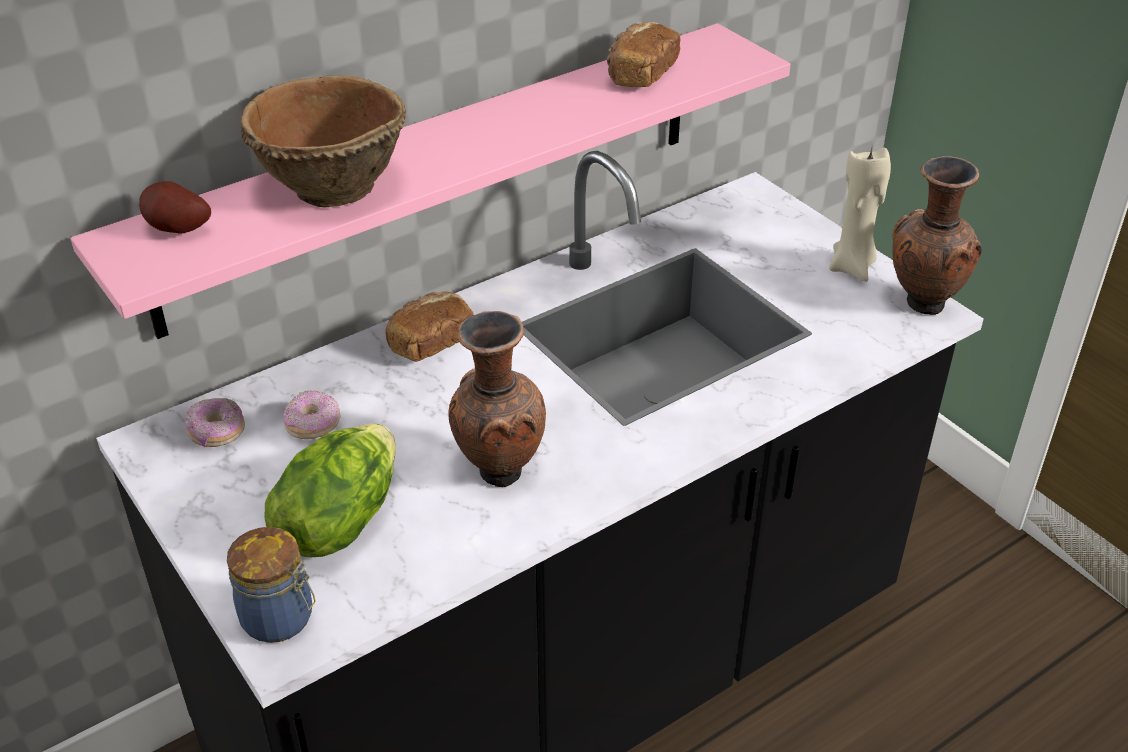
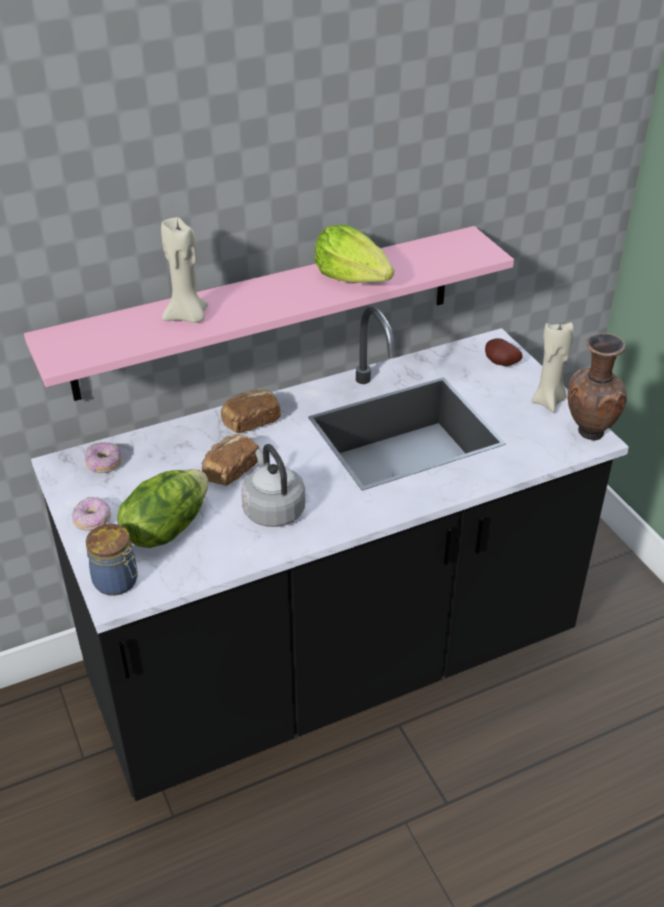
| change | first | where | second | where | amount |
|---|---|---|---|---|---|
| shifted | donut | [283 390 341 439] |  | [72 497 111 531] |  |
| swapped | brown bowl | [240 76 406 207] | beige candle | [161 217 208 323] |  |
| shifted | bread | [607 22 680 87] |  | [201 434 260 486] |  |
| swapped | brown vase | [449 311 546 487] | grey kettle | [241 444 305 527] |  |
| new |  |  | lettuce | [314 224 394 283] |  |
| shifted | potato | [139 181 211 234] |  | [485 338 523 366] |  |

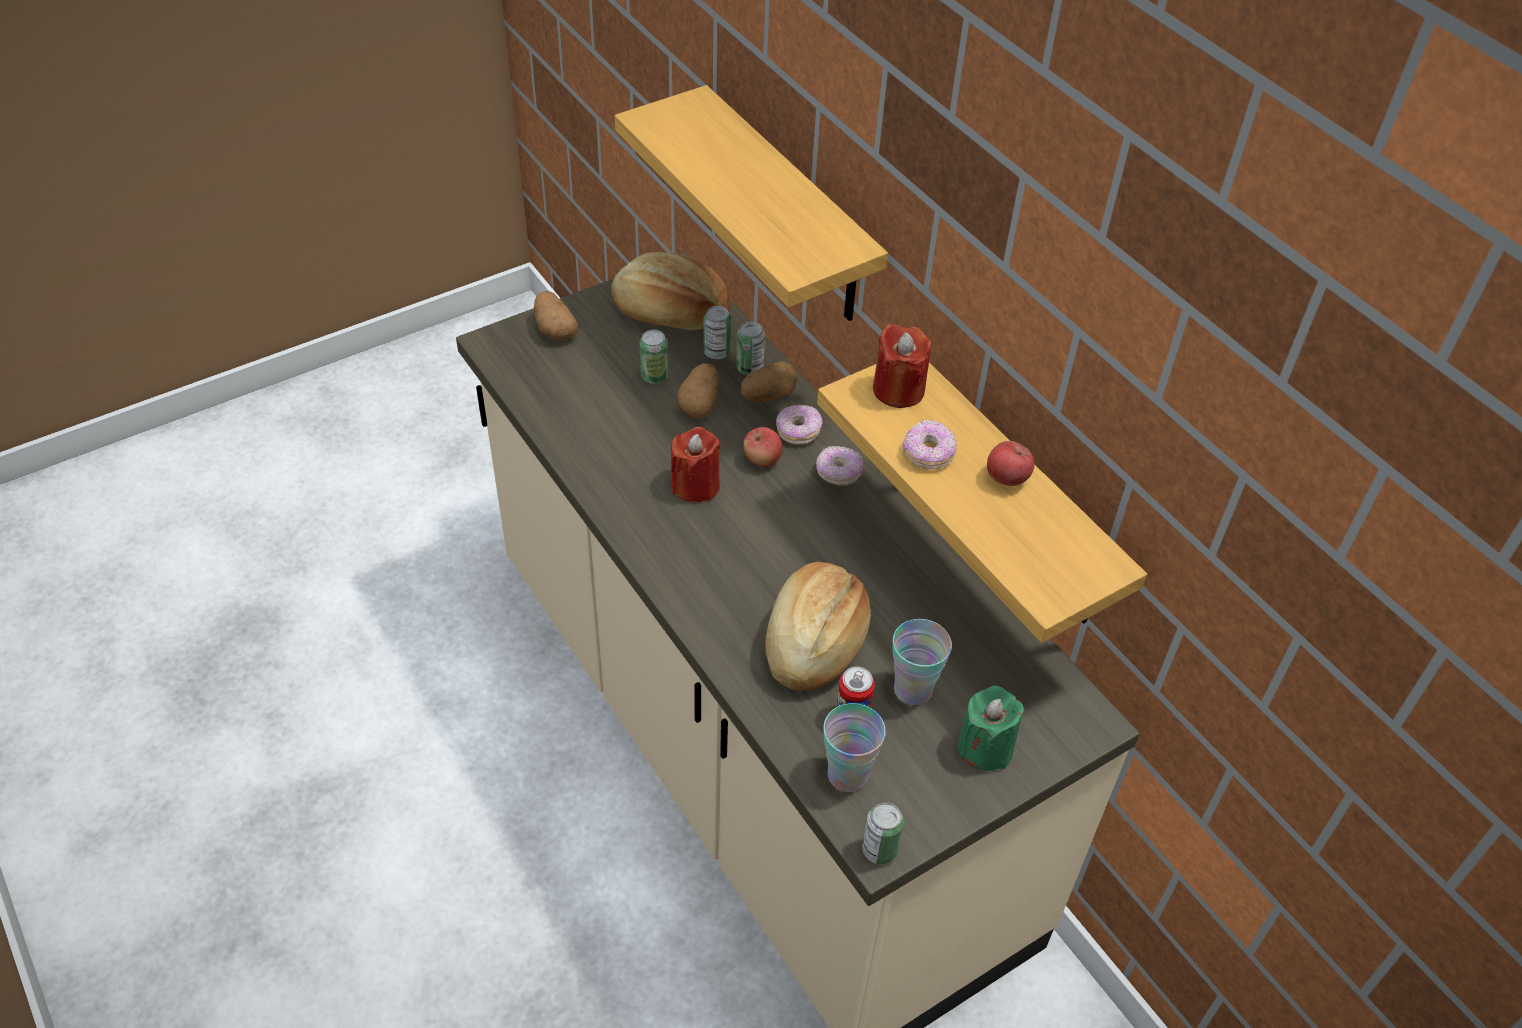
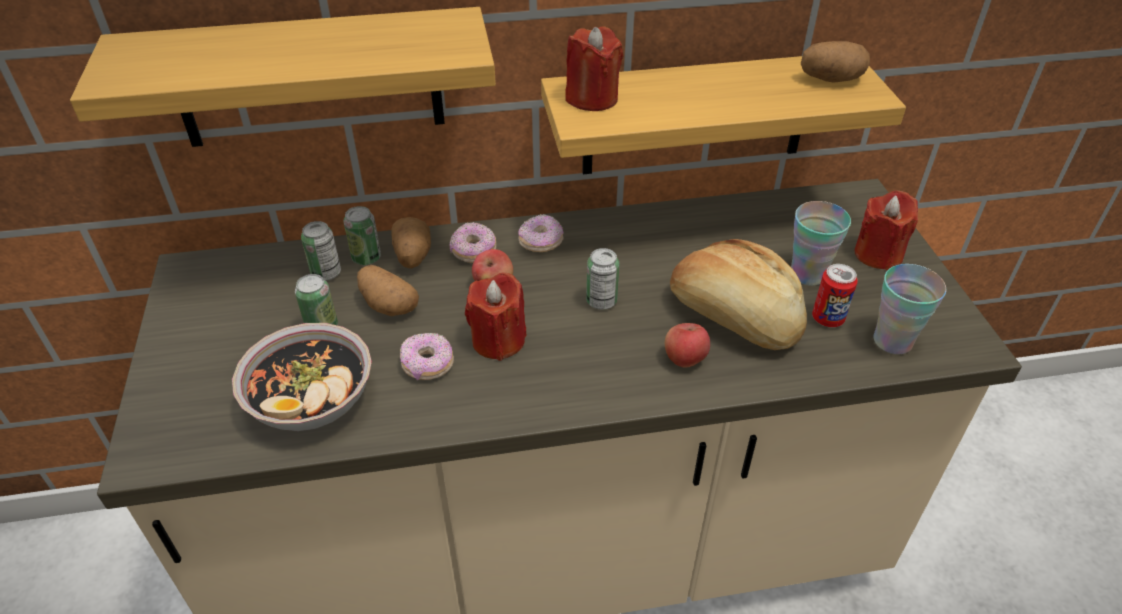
| change | first | where | second | where | amount |
|---|---|---|---|---|---|
| new |  |  | bowl | [232 323 372 431] |  |
| shifted | donut | [903 420 957 469] |  | [400 333 454 380] |  |
| shifted | can | [862 802 904 864] |  | [586 248 619 310] |  |
| shifted | apple | [987 441 1035 486] |  | [665 323 710 367] |  |
| shifted | potato | [533 291 578 340] |  | [801 41 870 83] |  |
| repainted | green candle | [958 686 1025 771] | red candle | [854 191 918 270] |  |
| gone | bread | [612 252 731 330] |  |  |  |

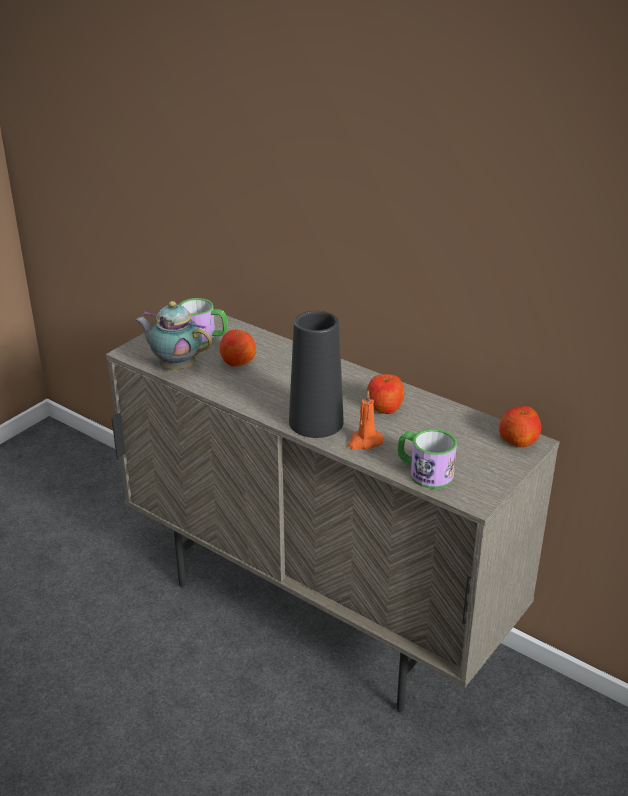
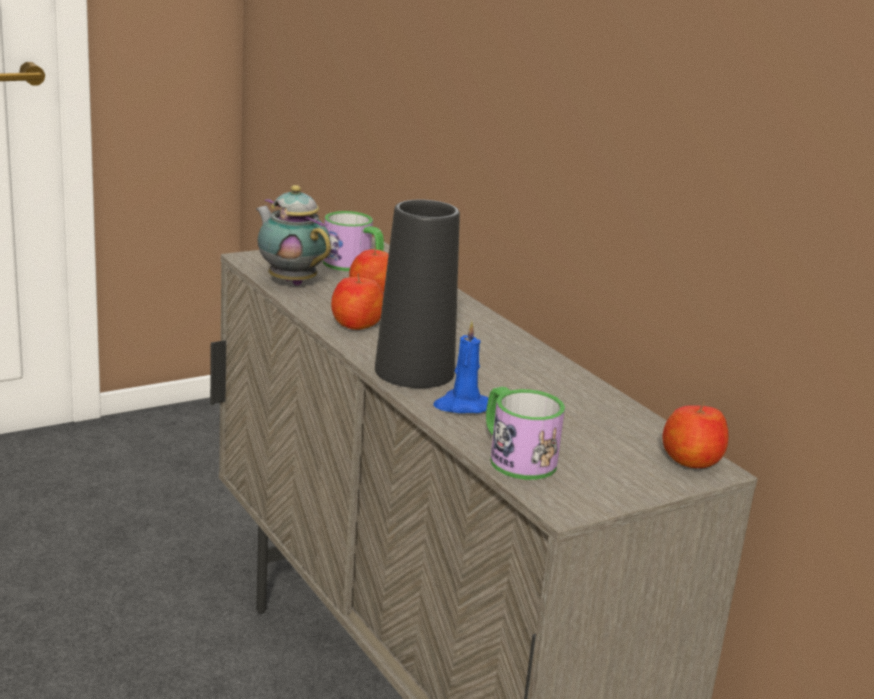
| change | first | where | second | where | amount |
|---|---|---|---|---|---|
| shifted | apple | [367 374 405 414] |  | [331 273 384 330] |  |
| repainted | orange candle | [348 391 384 450] | blue candle | [433 321 488 413] |  |

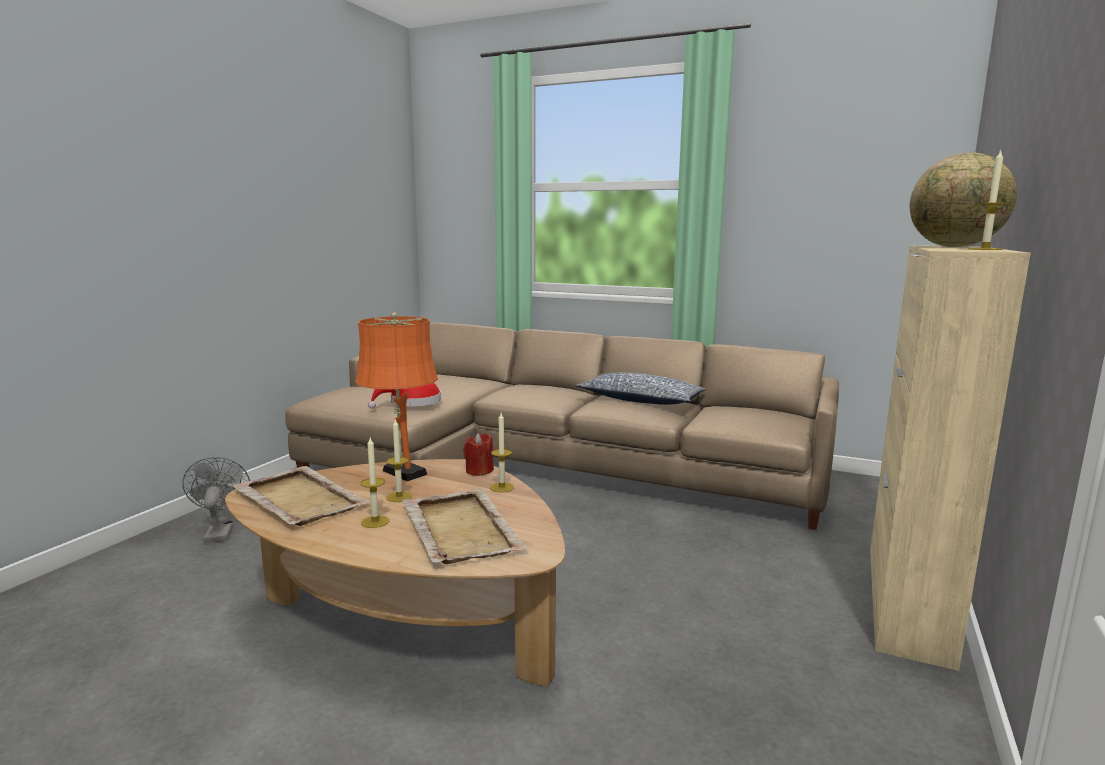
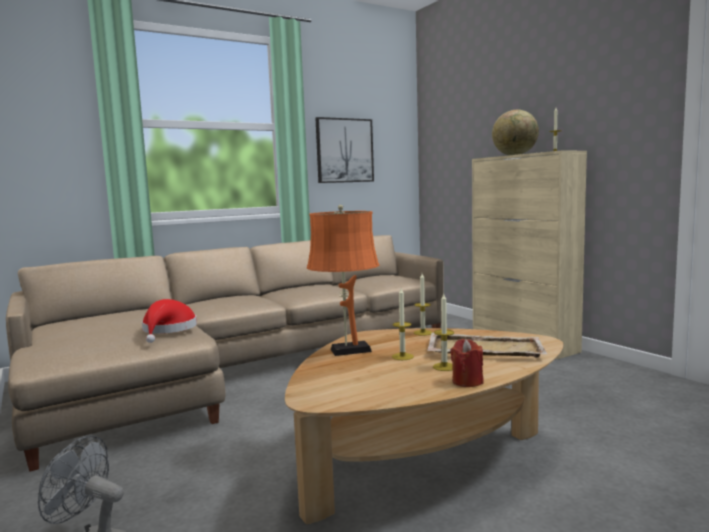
| change | first | where | second | where | amount |
|---|---|---|---|---|---|
| new |  |  | picture | [315 117 374 183] |  |
| shifted | red candle | [463 433 494 476] |  | [450 339 483 387] |  |
| gone | beige tray | [231 466 371 526] |  |  |  |
| gone | pillow | [576 372 706 405] |  |  |  |

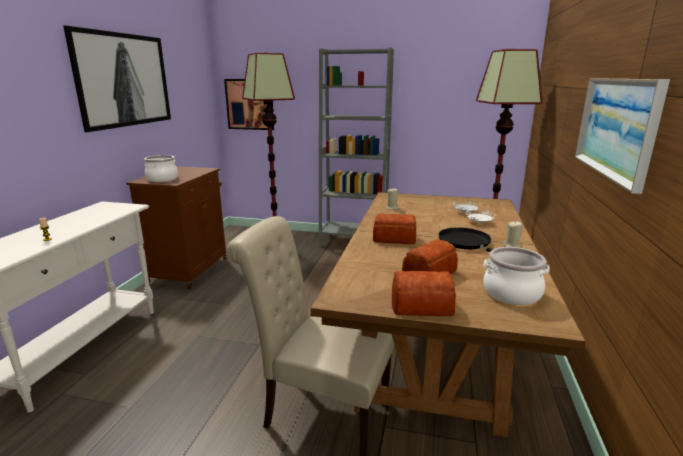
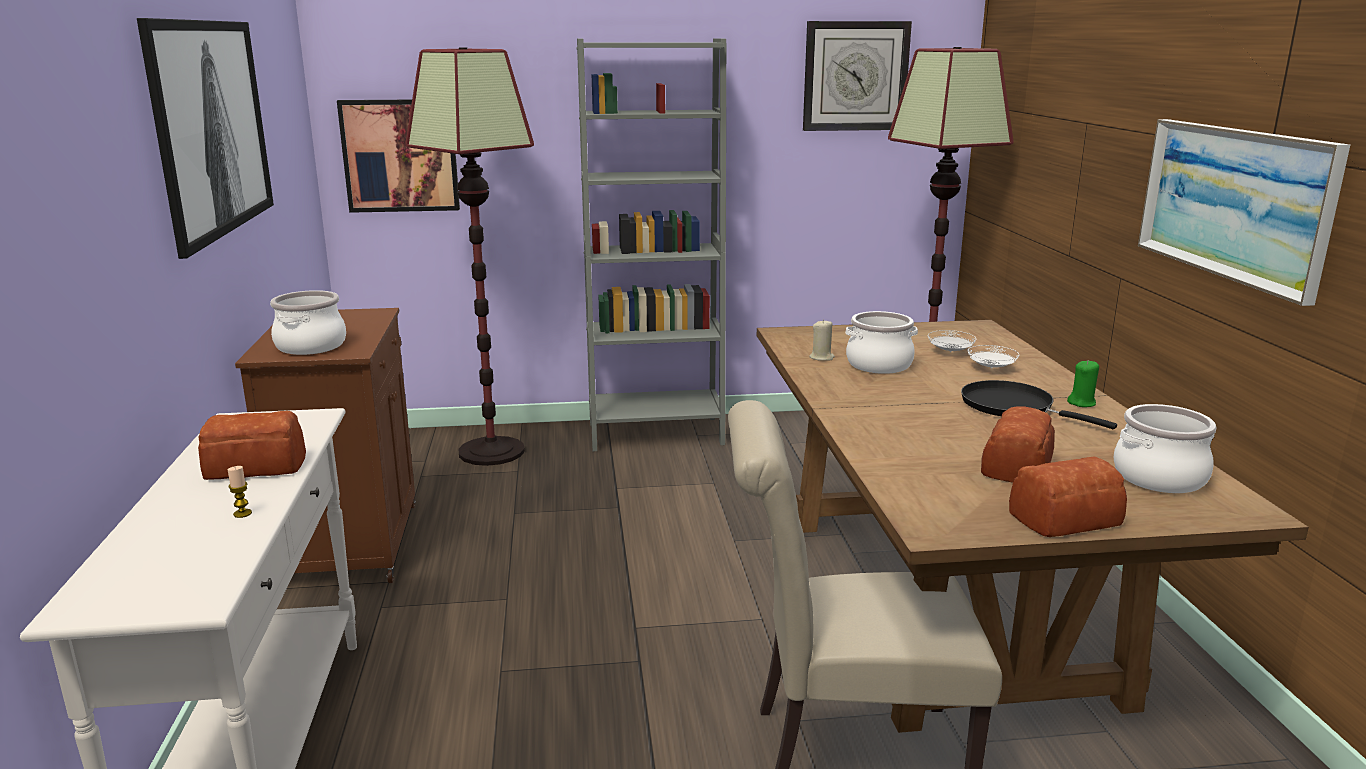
| change | first | where | second | where | amount |
|---|---|---|---|---|---|
| shifted | bread | [373 213 416 244] |  | [198 411 306 480] |  |
| new |  |  | wall clock | [803 21 912 131] |  |
| new |  |  | cooking pot | [845 311 918 374] |  |
| repainted | beige candle | [503 221 522 248] | green candle | [1067 360 1099 407] |  |

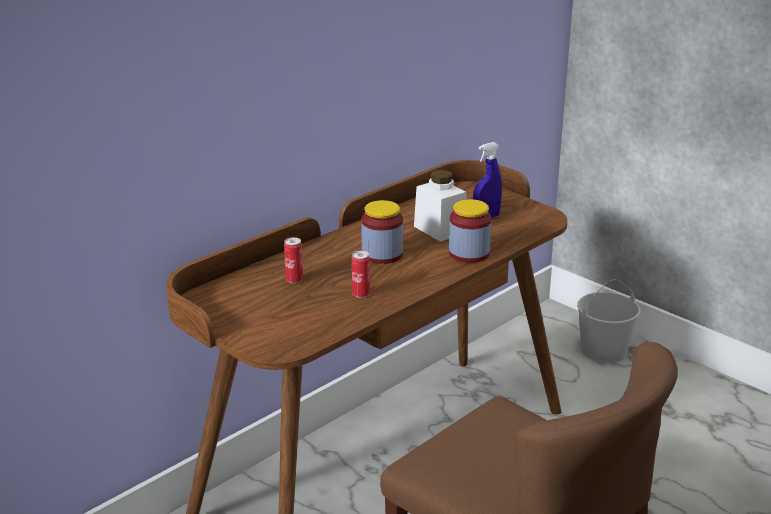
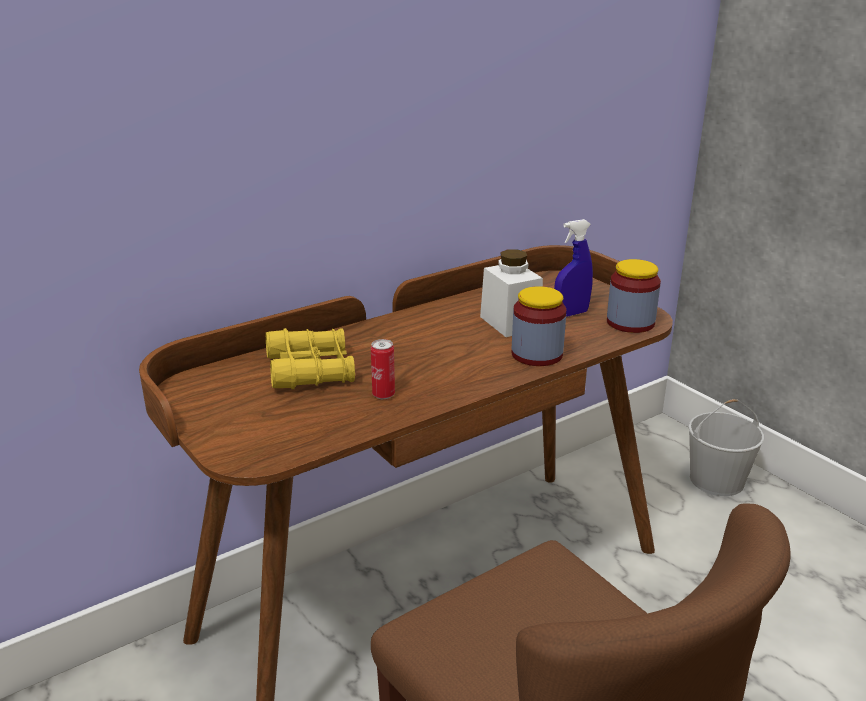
| change | first | where | second | where | amount |
|---|---|---|---|---|---|
| swapped | can | [284 237 303 284] | yellow binoculars | [266 328 355 389] |  |
| shifted | jar | [361 200 403 264] |  | [607 259 661 333] |  |

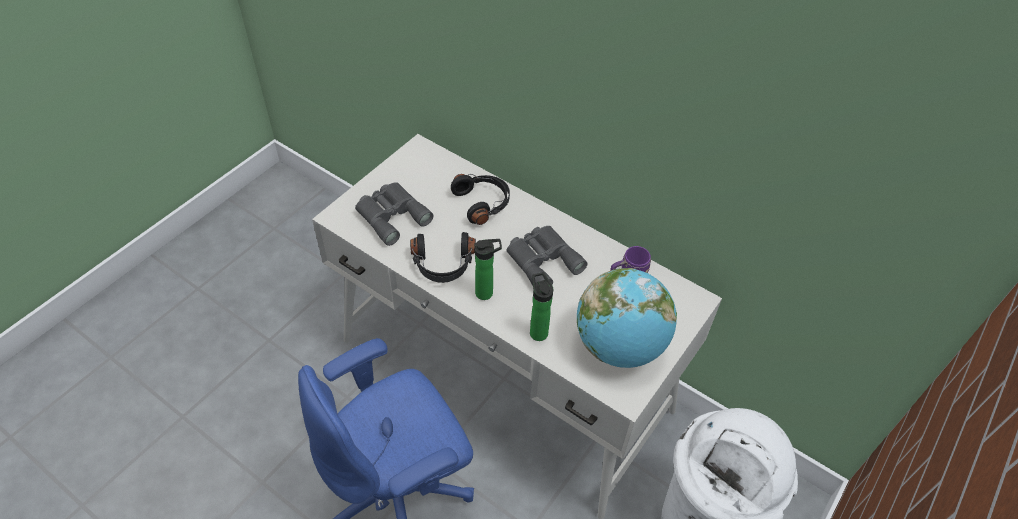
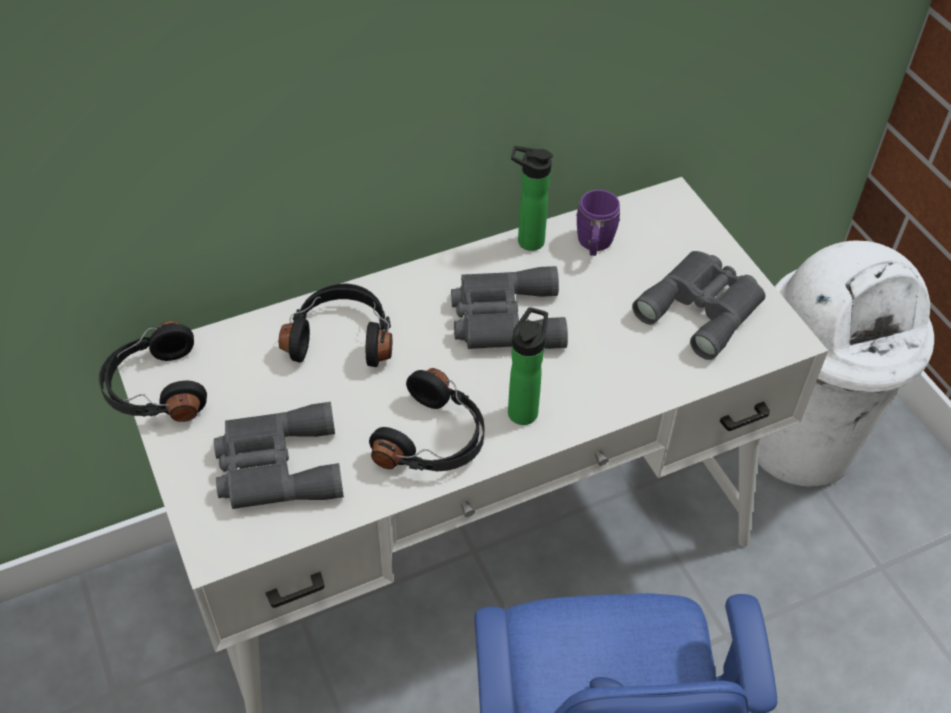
| change | first | where | second | where | amount |
|---|---|---|---|---|---|
| new |  |  | black headphones | [98 321 207 422] |  |
| shifted | bottle | [530 272 553 341] |  | [511 146 553 251] |  |
| swapped | globe | [577 268 677 368] | grey binoculars | [632 251 765 360] |  |

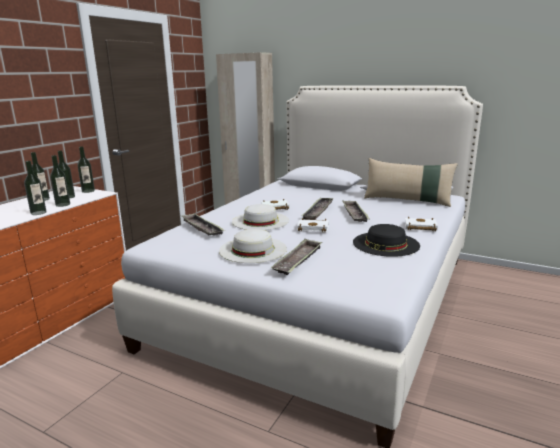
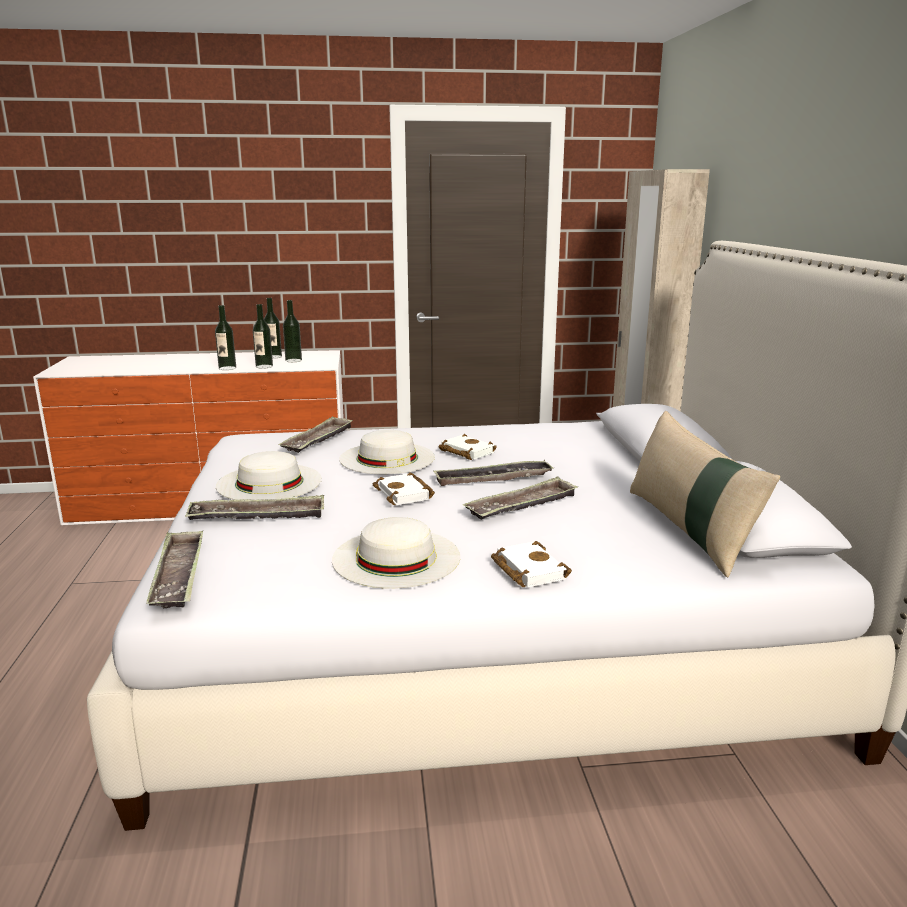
| change | first | where | second | where | amount |
|---|---|---|---|---|---|
| new |  |  | tray | [146 530 203 608] |  |
| repainted | black hat | [353 224 420 257] | white hat | [332 517 460 589] |  |
| gone | bottle | [77 146 95 193] |  |  |  |

